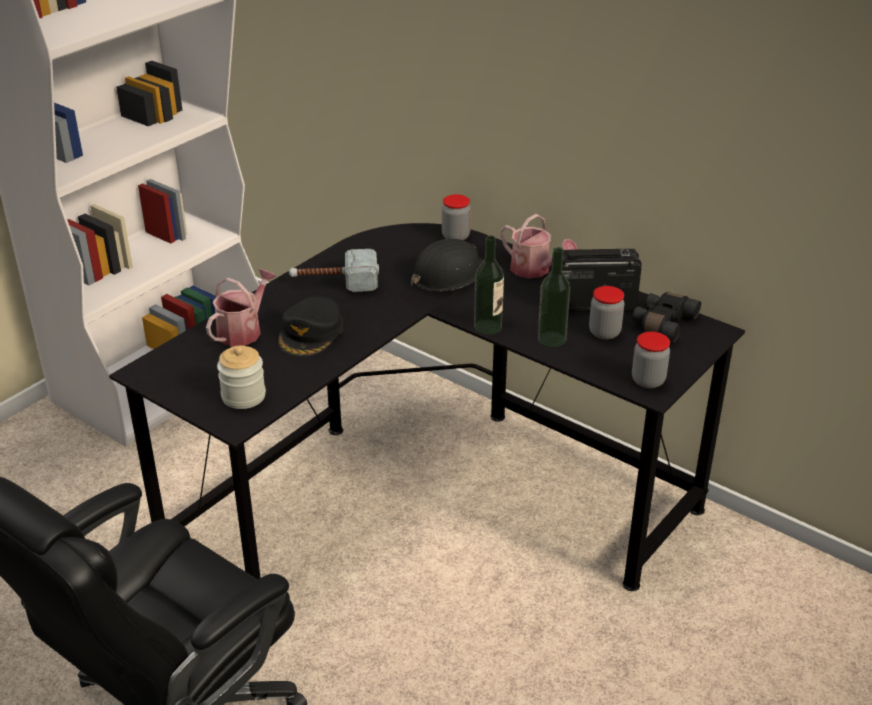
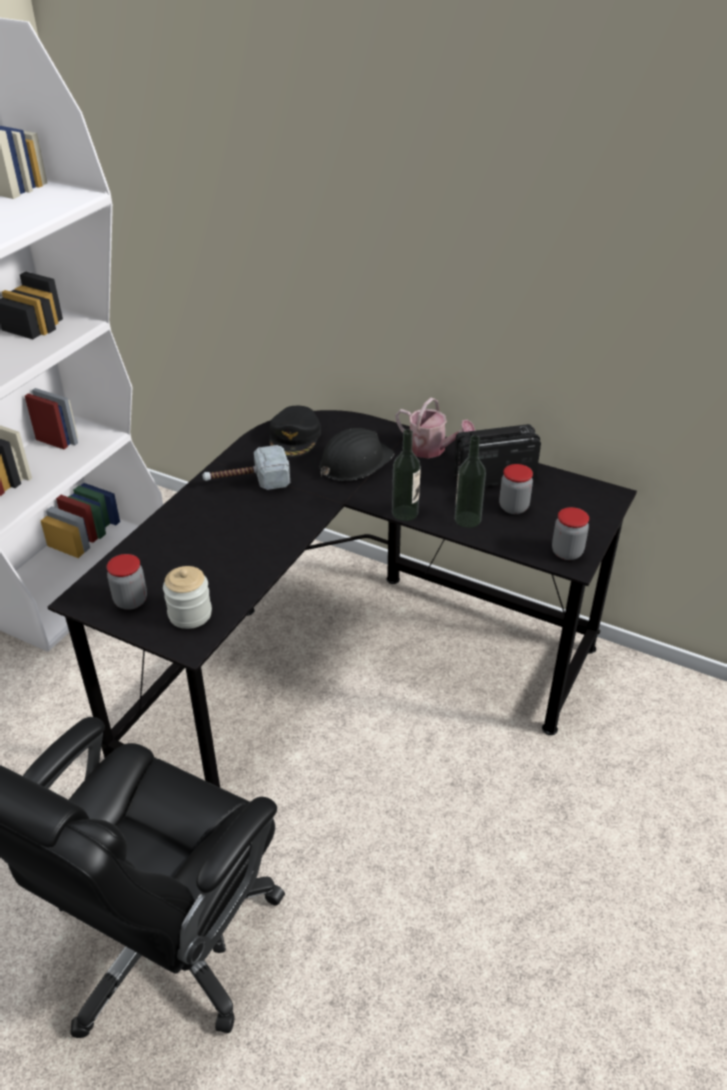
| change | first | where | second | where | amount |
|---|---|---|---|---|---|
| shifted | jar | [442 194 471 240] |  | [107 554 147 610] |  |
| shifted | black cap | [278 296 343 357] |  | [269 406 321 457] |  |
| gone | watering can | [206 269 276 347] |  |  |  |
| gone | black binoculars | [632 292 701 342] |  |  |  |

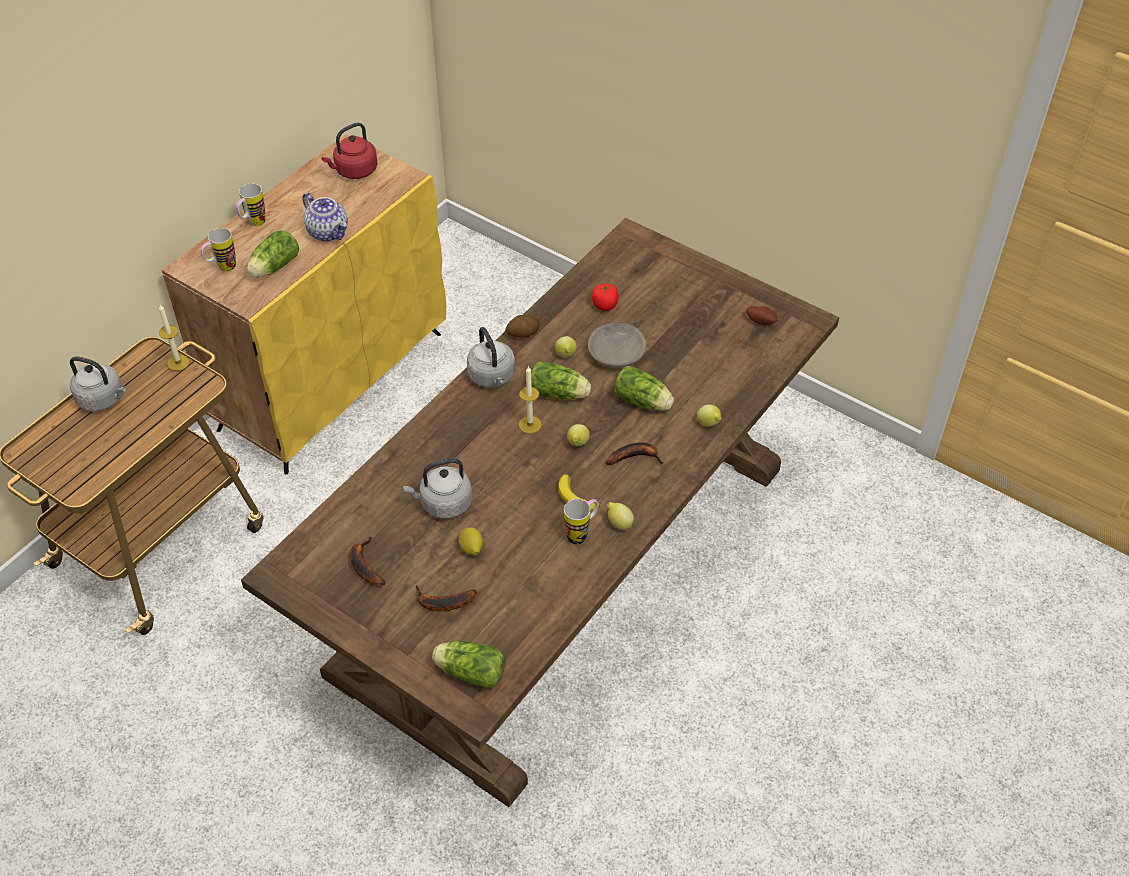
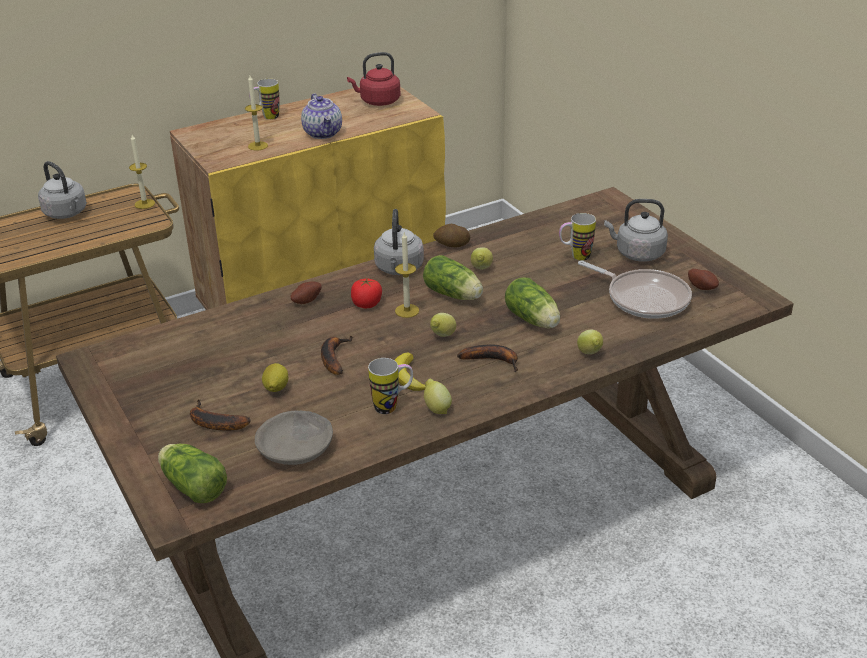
| change | first | where | second | where | amount |
|---|---|---|---|---|---|
| swapped | lettuce | [247 230 299 278] | candle | [245 75 268 150] |  |
| shifted | grey bowl | [588 323 646 368] |  | [255 411 333 465] |  |
| new |  |  | potato | [291 281 322 304] |  |
| shifted | banana | [350 537 385 586] |  | [321 336 353 375] |  |
| shifted | tomato | [592 284 619 311] |  | [351 278 382 308] |  |
| shifted | mug | [200 228 236 271] |  | [559 213 596 261] |  |
| new |  |  | frying pan | [578 261 692 319] |  |
| shifted | grey kettle | [403 458 472 519] |  | [604 199 668 262] |  |

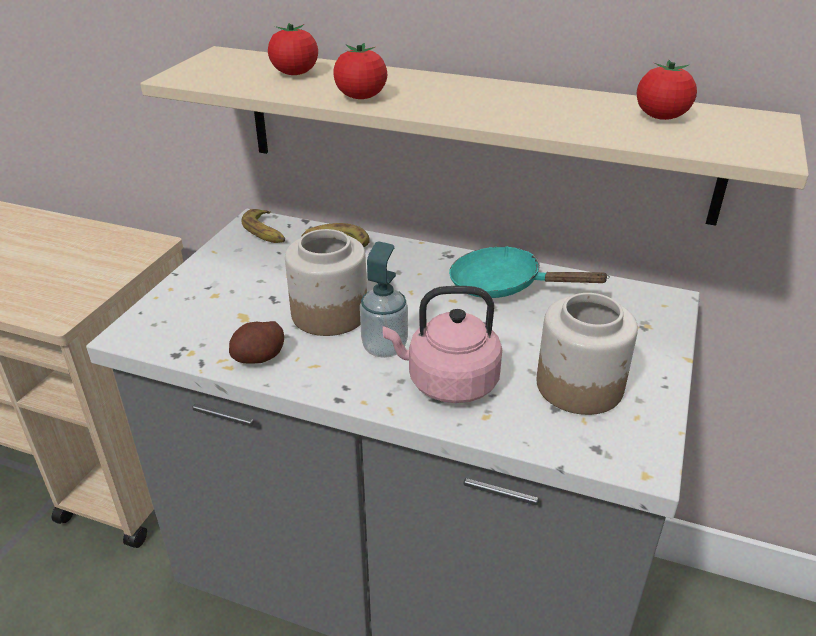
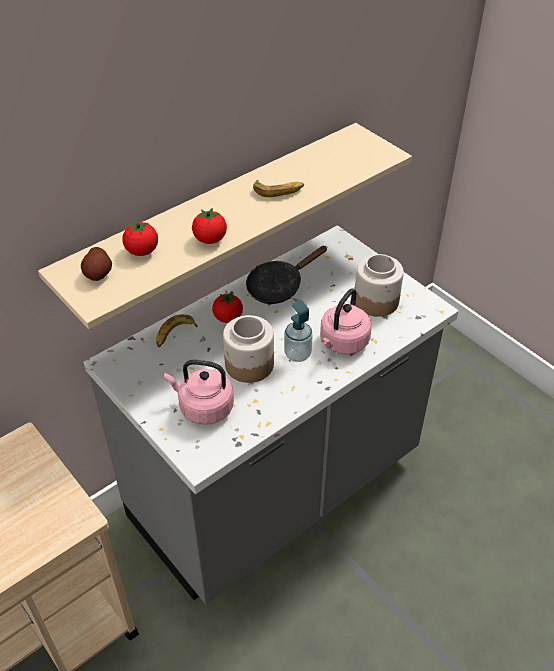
| change | first | where | second | where | amount |
|---|---|---|---|---|---|
| shifted | potato | [229 321 284 363] |  | [81 247 112 281] |  |
| new |  |  | pink kettle | [164 359 234 425] |  |
| shifted | tomato | [637 60 697 120] |  | [212 292 243 323] |  |
| repainted | turquoise frying pan | [449 246 610 298] | black frying pan | [246 246 327 304] |  |
| shifted | banana | [242 209 285 243] |  | [253 180 304 197] |  |

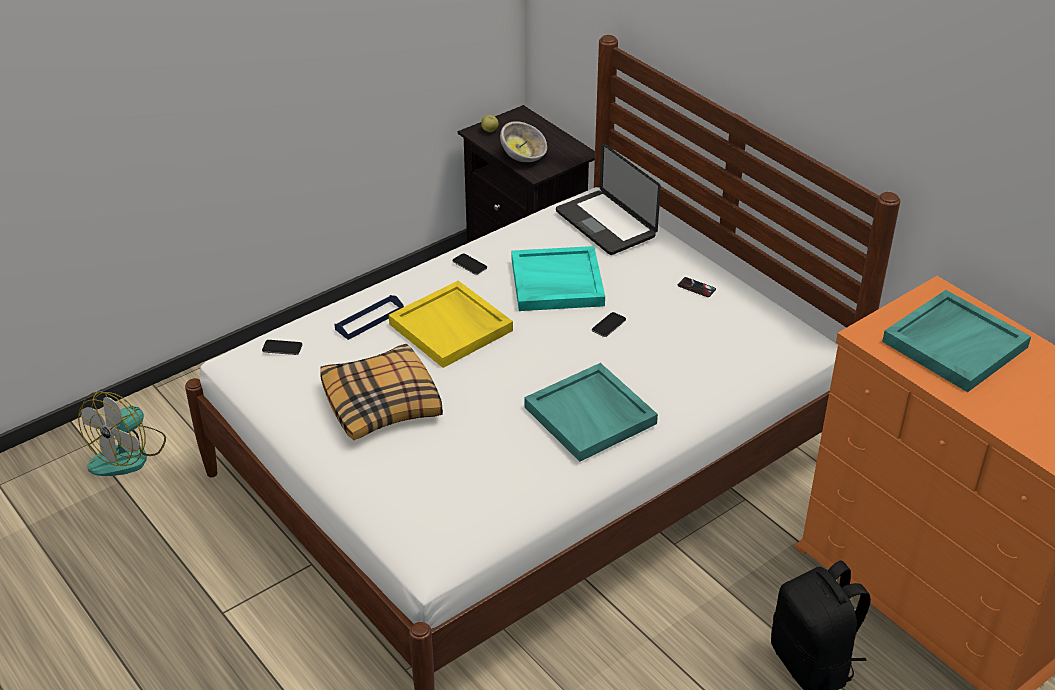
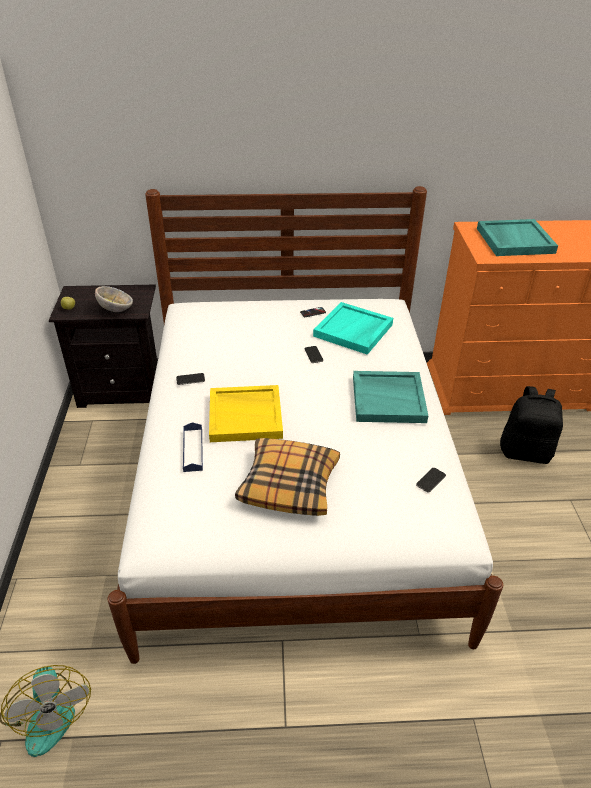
| change | first | where | second | where | amount |
|---|---|---|---|---|---|
| shifted | turquoise tray | [512 246 605 311] |  | [313 302 393 355] |  |
| shifted | phone | [262 340 302 355] |  | [416 468 446 493] |  |
| gone | laptop | [556 143 661 255] |  |  |  |

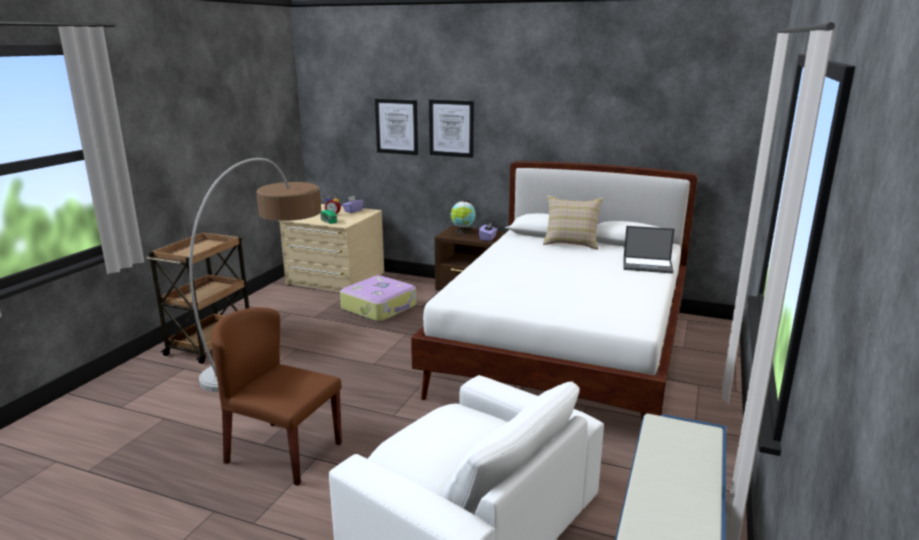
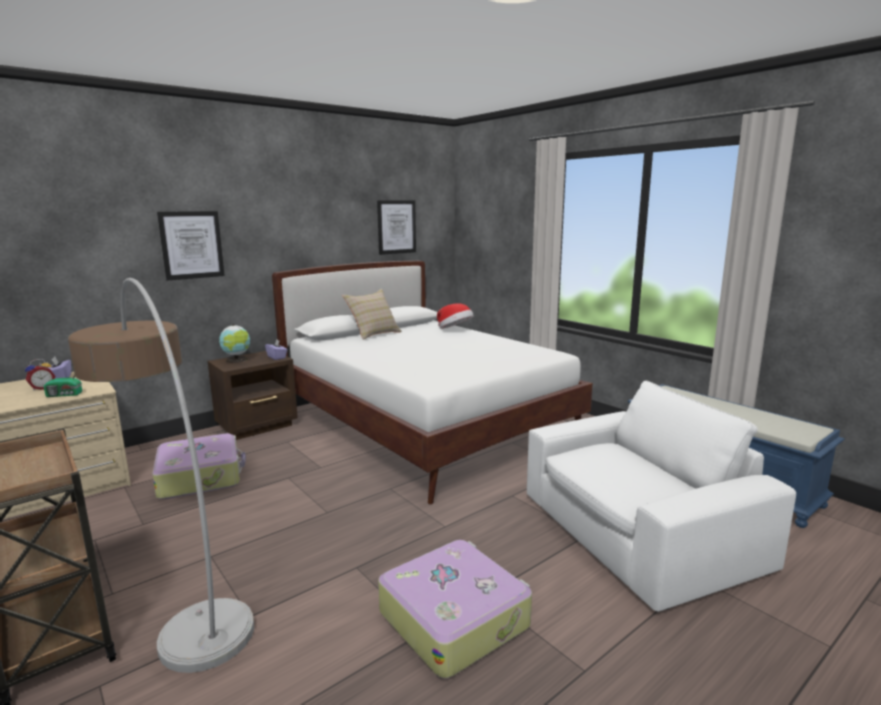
| change | first | where | second | where | amount |
|---|---|---|---|---|---|
| shifted | picture | [375 99 418 155] |  | [377 200 416 255] |  |
| swapped | brown chair | [211 307 342 486] | suitcase | [378 540 532 678] |  |
| swapped | laptop | [624 226 675 274] | hat | [437 303 474 329] |  |

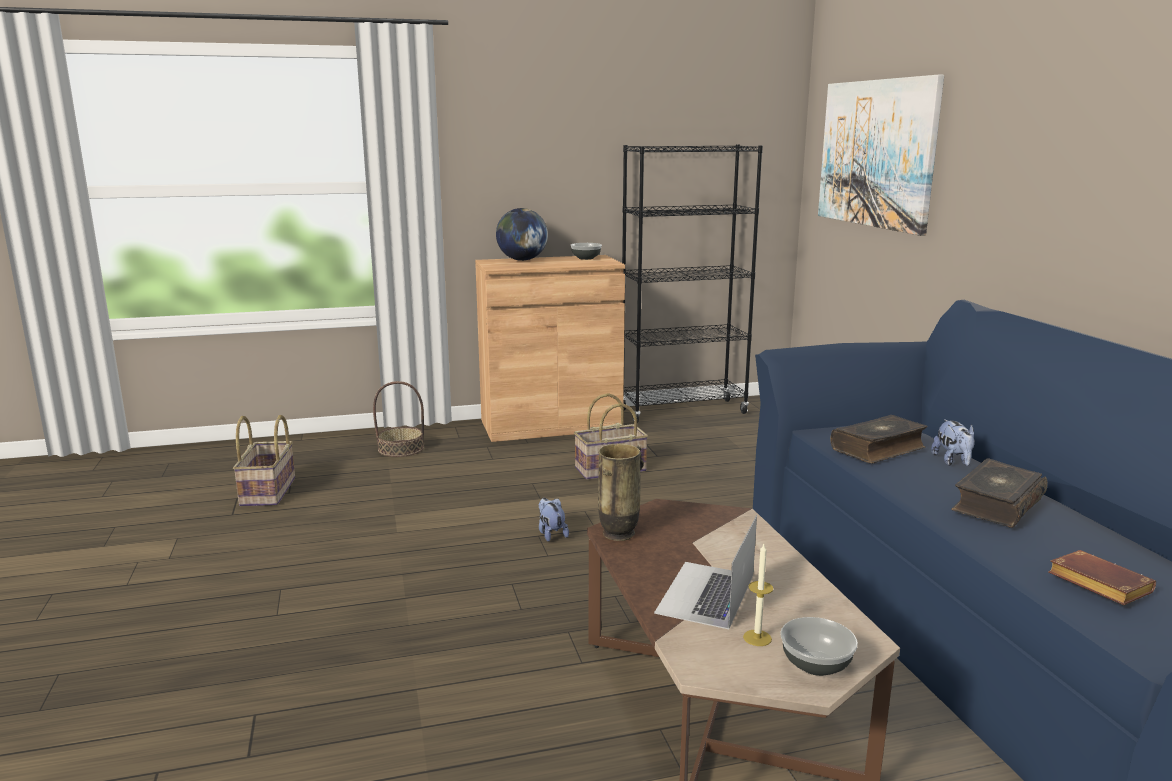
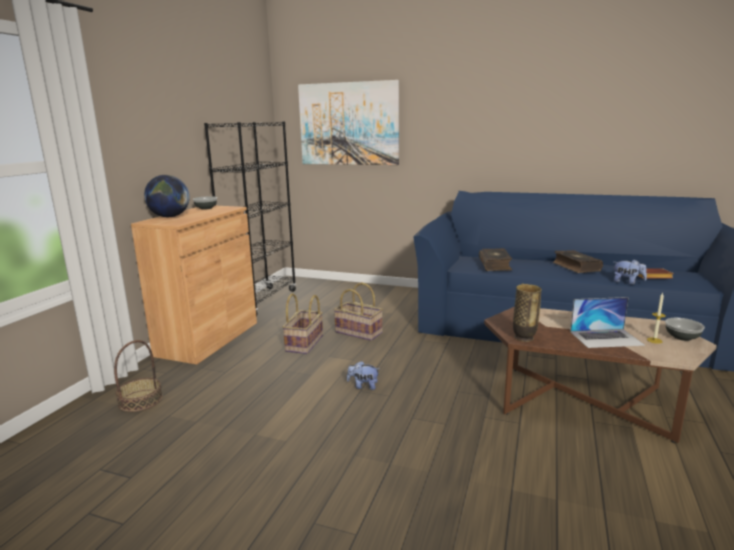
| change | first | where | second | where | amount |
|---|---|---|---|---|---|
| shifted | basket | [233 415 295 506] |  | [334 282 383 341] |  |
| rotated | laptop | [654 515 757 629] |  | [570 297 645 348] | 60 degrees counterclockwise |
| shifted | plush toy | [931 419 975 466] |  | [614 259 647 285] |  |

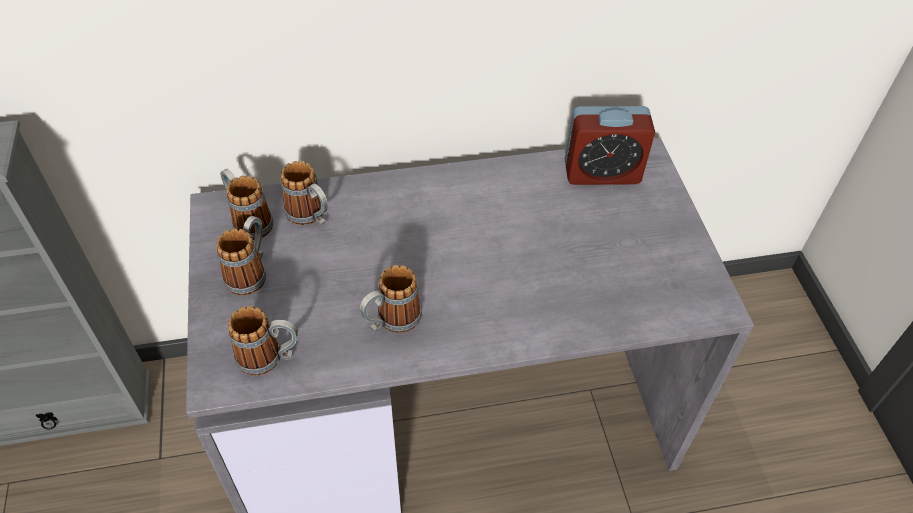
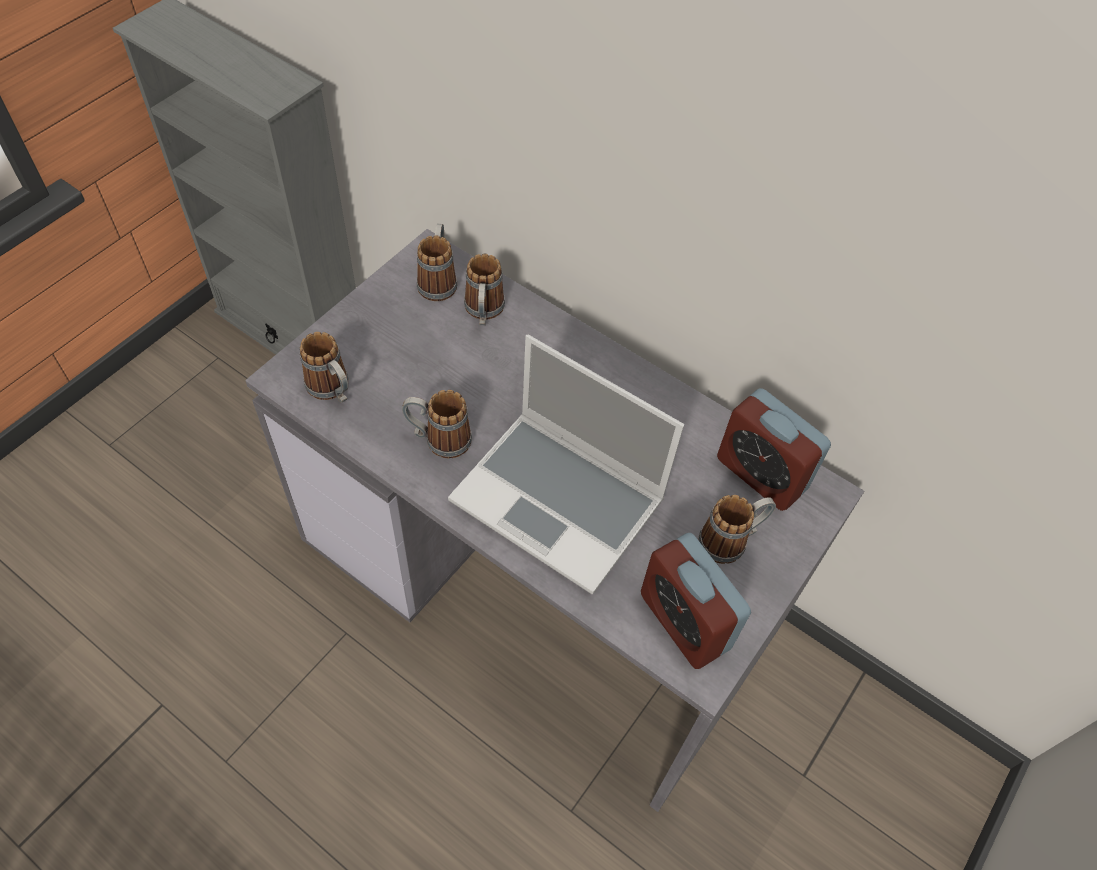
| change | first | where | second | where | amount |
|---|---|---|---|---|---|
| new |  |  | laptop | [448 334 684 595] |  |
| new |  |  | alarm clock | [641 533 751 669] |  |
| shifted | mug | [216 216 266 295] |  | [699 495 776 564] |  |

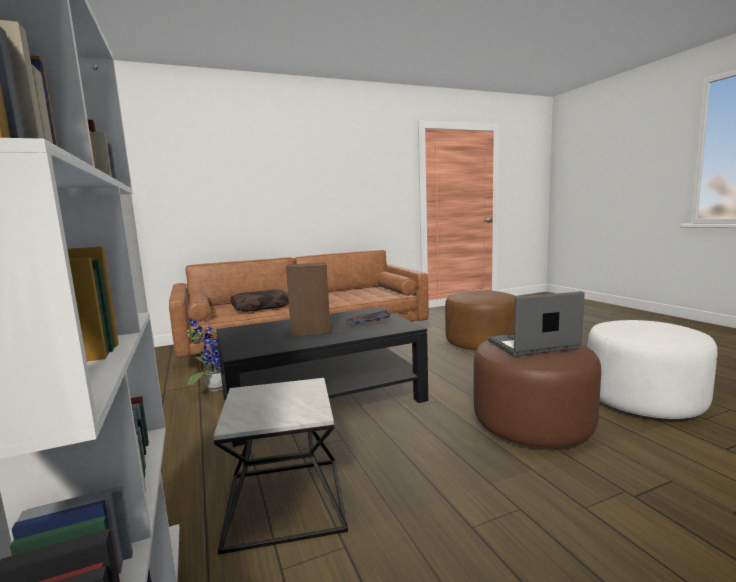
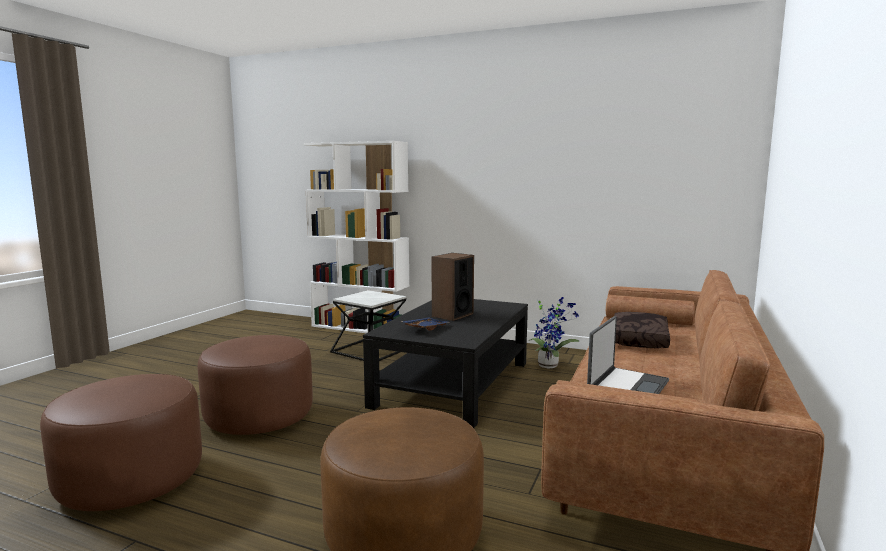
| change | first | where | second | where | amount |
|---|---|---|---|---|---|
| repainted | white ottoman | [587 320 718 419] | brown ottoman | [40 374 202 511] |  |
| shifted | laptop | [488 291 585 356] |  | [587 316 669 394] |  |

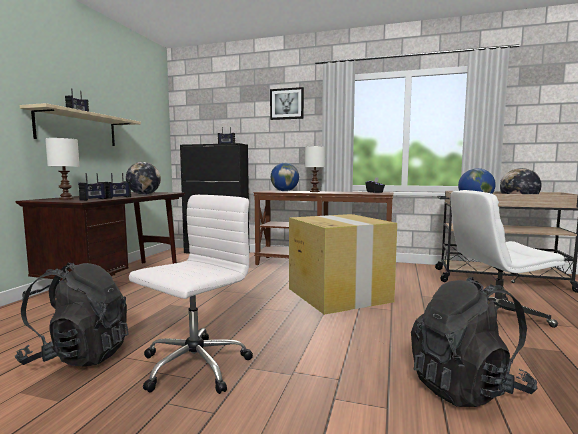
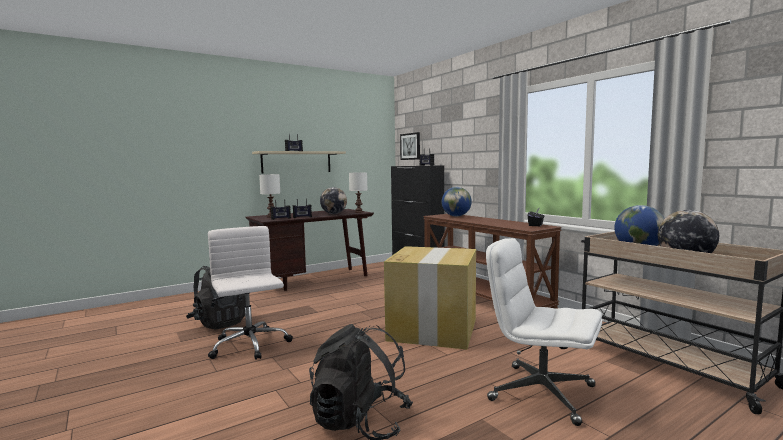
| change | first | where | second | where | amount |
|---|---|---|---|---|---|
| rotated | white office chair | [129 195 253 394] |  | [208 226 293 360] | 105 degrees counterclockwise |
| shifted | white table lamp | [305 146 326 192] |  | [349 172 367 213] |  |
| shifted | picture | [270 87 304 120] |  | [400 132 420 160] |  |

